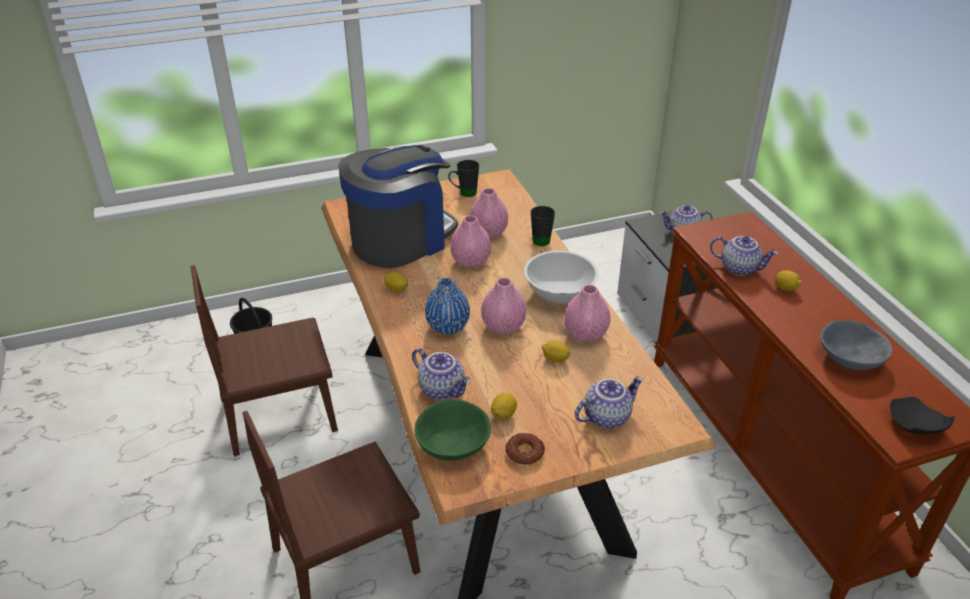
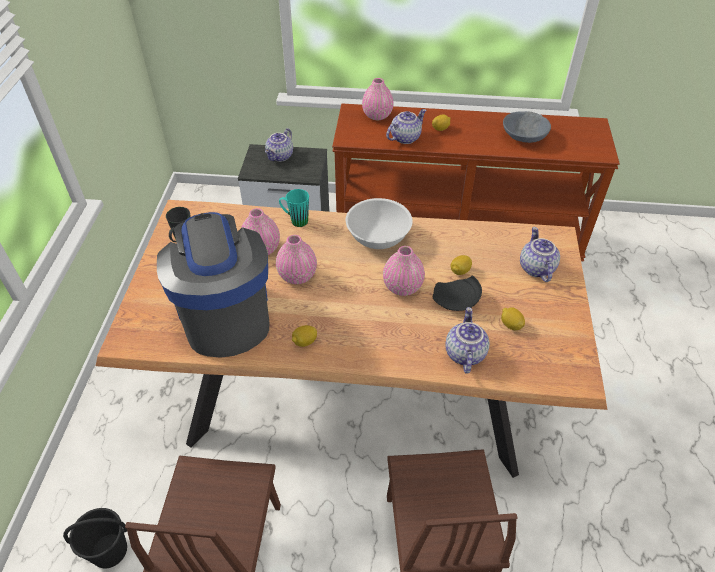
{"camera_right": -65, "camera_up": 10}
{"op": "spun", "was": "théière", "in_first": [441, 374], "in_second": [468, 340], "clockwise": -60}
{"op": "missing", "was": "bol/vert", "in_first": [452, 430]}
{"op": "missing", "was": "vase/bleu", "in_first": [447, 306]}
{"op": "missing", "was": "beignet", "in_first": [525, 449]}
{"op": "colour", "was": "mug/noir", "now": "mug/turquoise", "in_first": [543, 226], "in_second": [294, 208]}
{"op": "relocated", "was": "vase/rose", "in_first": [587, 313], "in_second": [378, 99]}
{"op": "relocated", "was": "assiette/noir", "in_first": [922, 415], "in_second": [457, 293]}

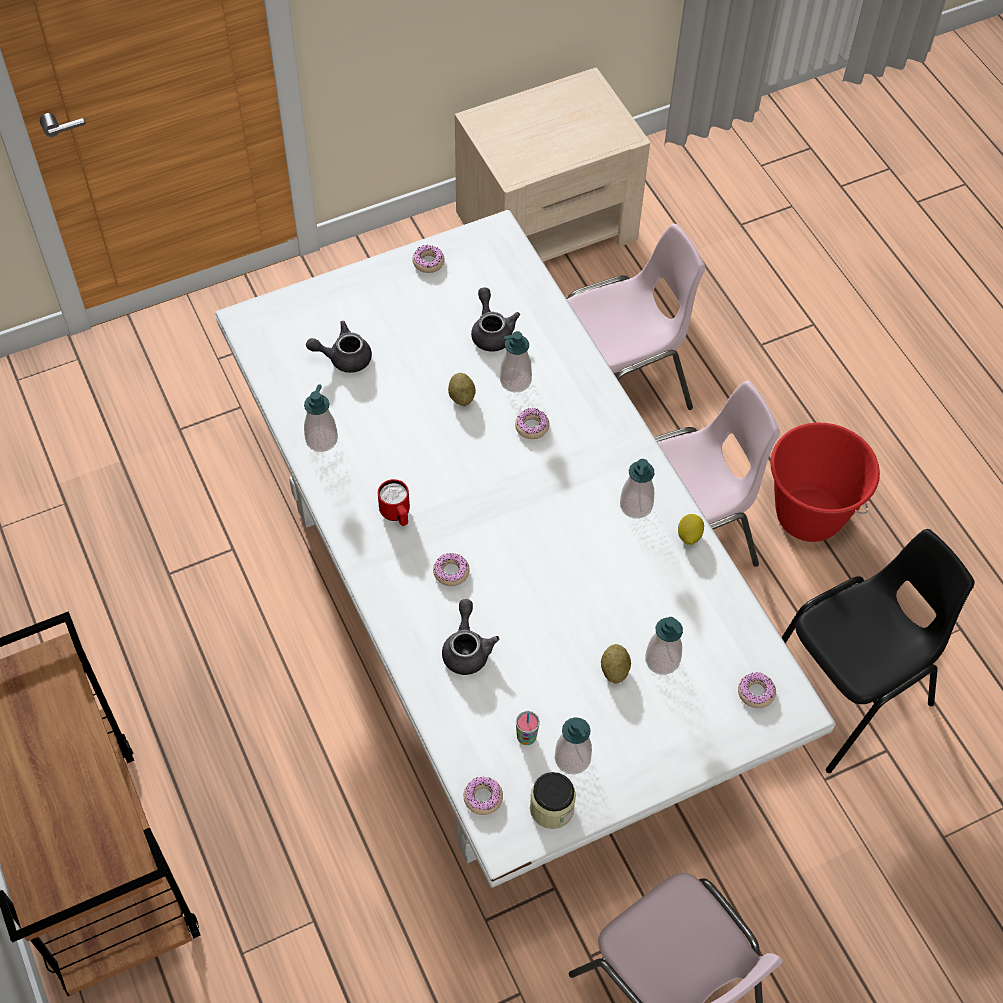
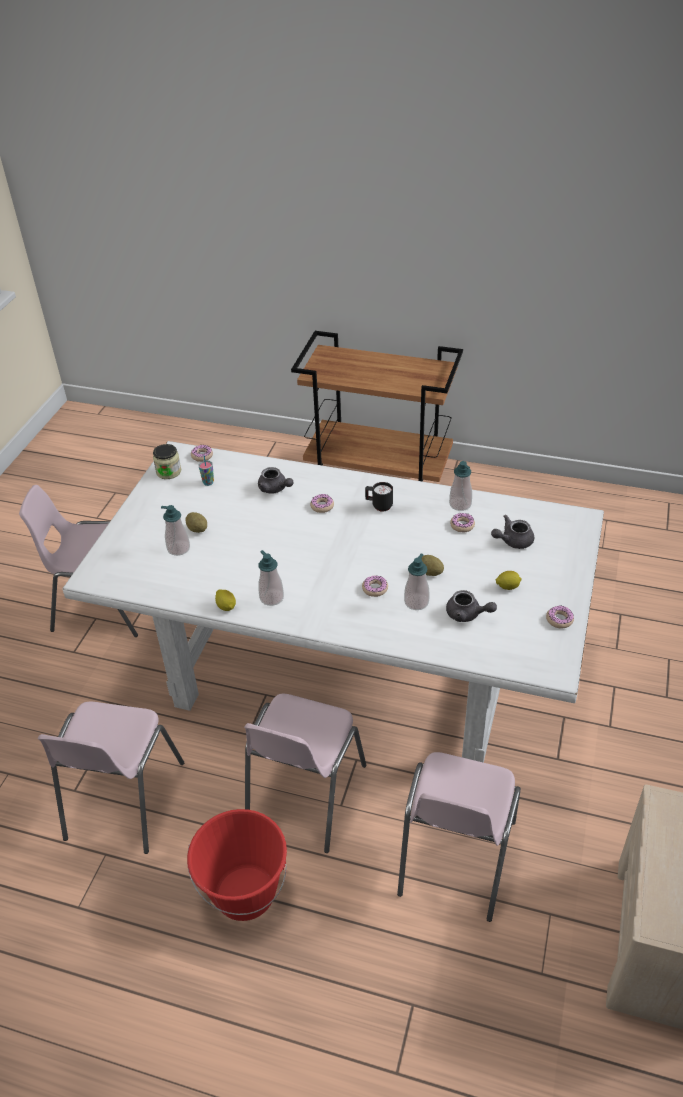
{"camera_right": 135, "camera_up": -15}
{"op": "spun", "was": "théière/gris", "in_first": [339, 347], "in_second": [512, 532], "clockwise": -150}
{"op": "colour", "was": "mug/rouge", "now": "mug/noir", "in_first": [394, 502], "in_second": [379, 497]}
{"op": "missing", "was": "distributeur de savon", "in_first": [573, 746]}
{"op": "relocated", "was": "beignet", "in_first": [757, 690], "in_second": [462, 522]}
{"op": "colour", "was": "chaise/noir", "now": "chaise/rose", "in_first": [878, 651], "in_second": [111, 778]}
{"op": "appeared", "now": "citron", "in_second": [509, 580]}

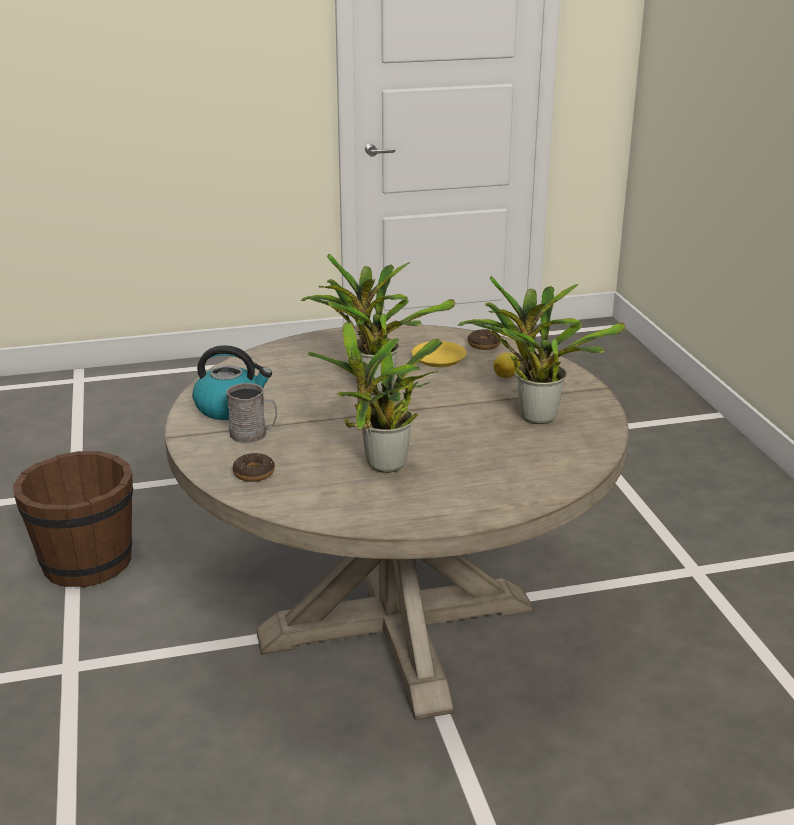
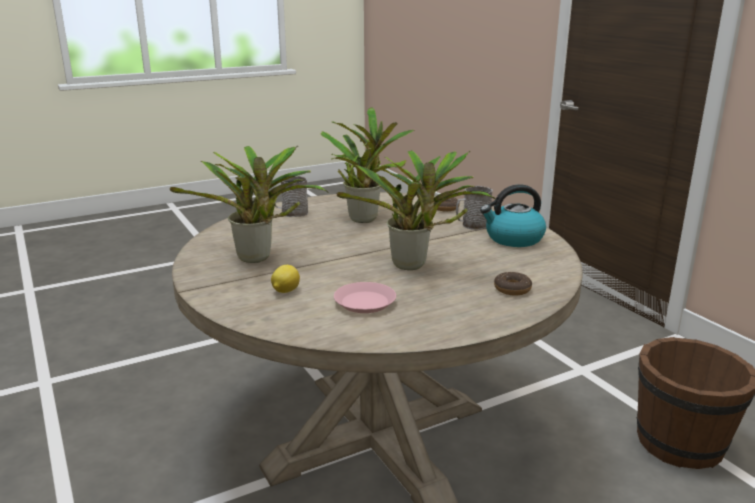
{"camera_right": 165, "camera_up": -5}
{"op": "colour", "was": "assiette/jaune", "now": "assiette/rose", "in_first": [439, 354], "in_second": [365, 297]}
{"op": "relocated", "was": "beignet", "in_first": [484, 339], "in_second": [513, 283]}
{"op": "appeared", "now": "mug/gris", "in_second": [291, 196]}

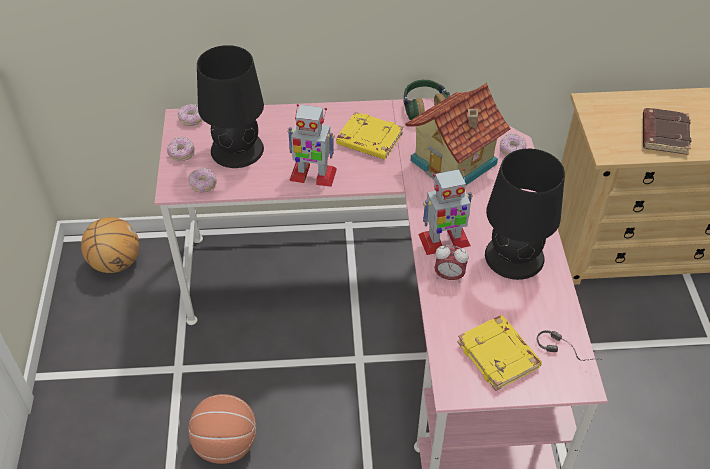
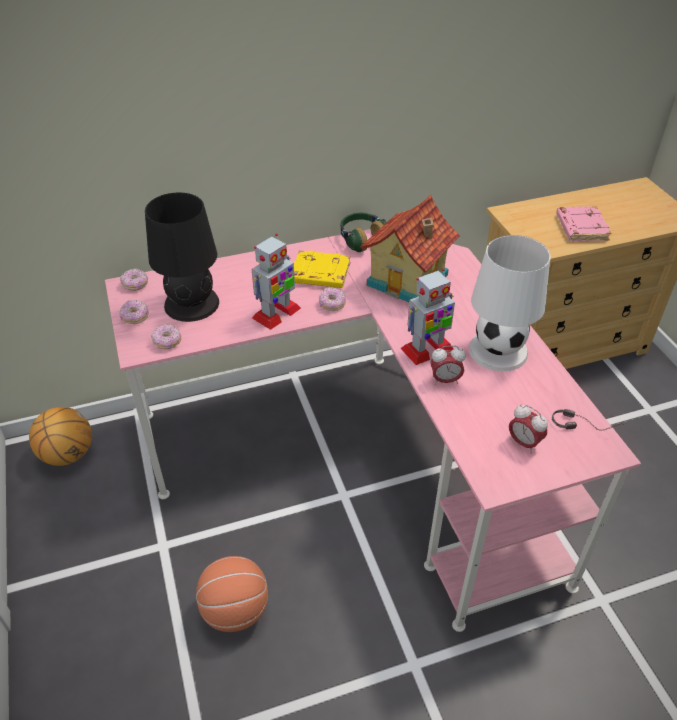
{"camera_right": -15, "camera_up": -5}
{"op": "spun", "was": "robot jouet", "in_first": [312, 145], "in_second": [276, 282], "clockwise": -45}
{"op": "exchanged", "was": "livre/jaune", "now": "réveil", "in_first": [499, 353], "in_second": [528, 429]}
{"op": "colour", "was": "lampe de table/noir", "now": "lampe de table/blanc", "in_first": [525, 214], "in_second": [510, 303]}
{"op": "relocated", "was": "beignet", "in_first": [513, 145], "in_second": [332, 299]}
{"op": "colour", "was": "livre/marron", "now": "livre/rose", "in_first": [667, 131], "in_second": [584, 223]}

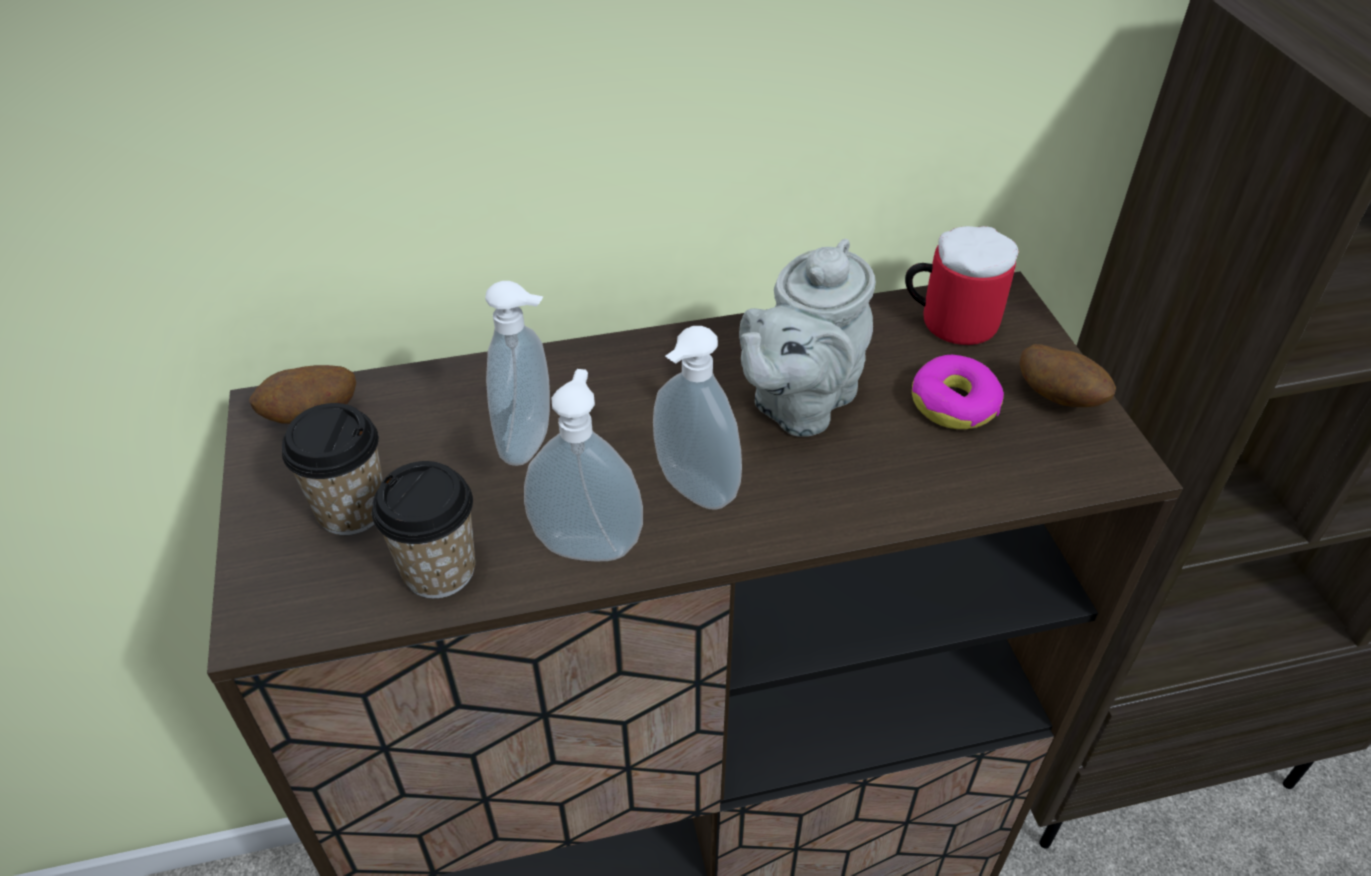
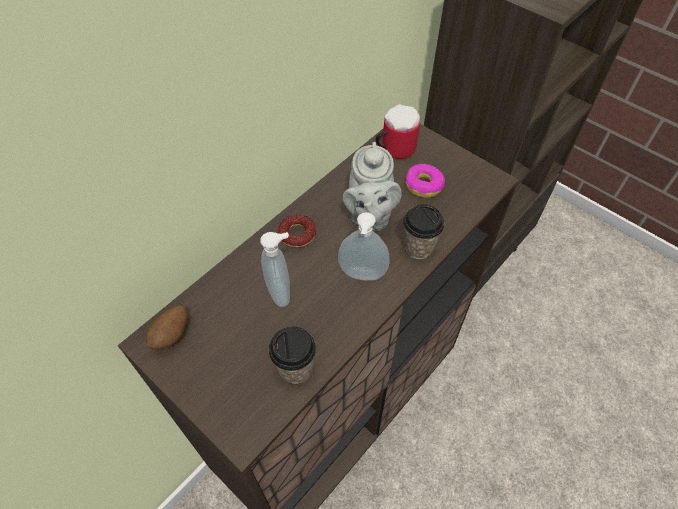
{"camera_right": -35, "camera_up": 10}
{"op": "relocated", "was": "tasse", "in_first": [332, 469], "in_second": [423, 231]}
{"op": "missing", "was": "distributeur de savon", "in_first": [583, 465]}
{"op": "missing", "was": "pomme de terre", "in_first": [1068, 375]}
{"op": "appeared", "now": "beignet", "in_second": [297, 231]}

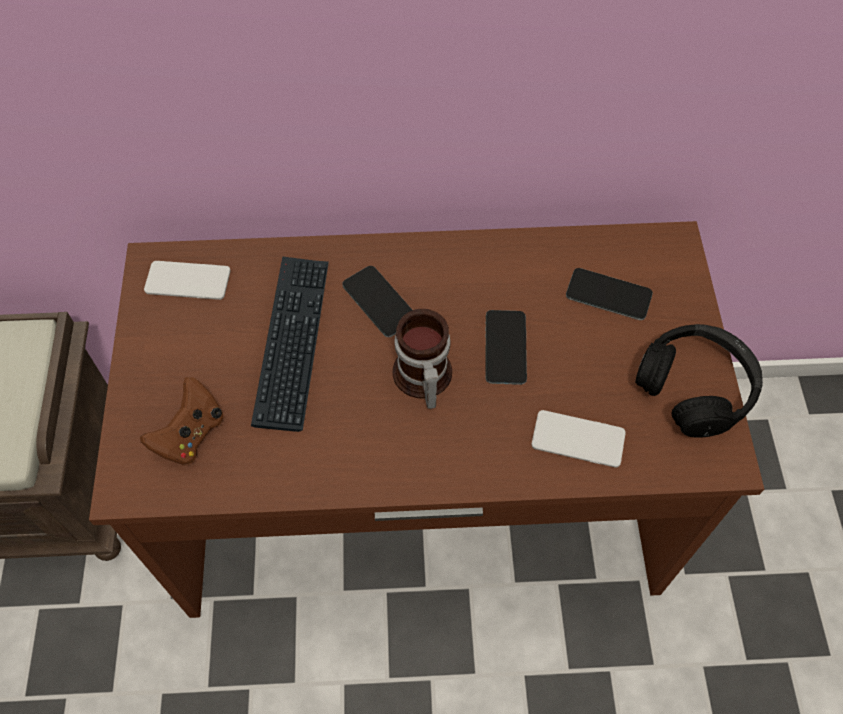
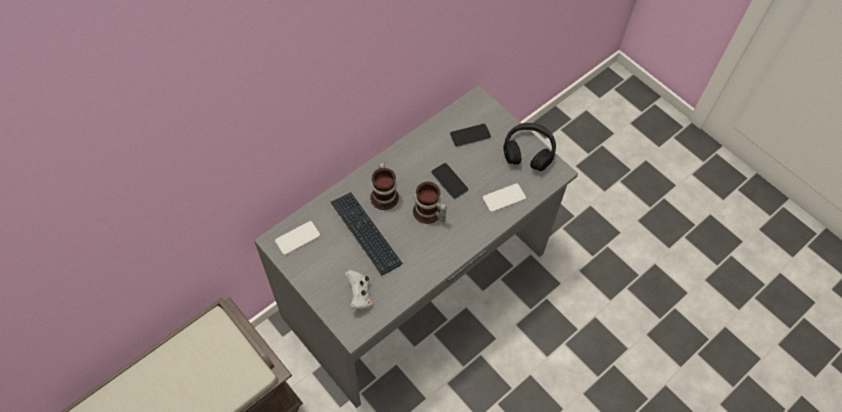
{"camera_right": -40, "camera_up": 0}
{"op": "colour", "was": "bureau/marron", "now": "bureau/gris", "in_first": [426, 419], "in_second": [416, 246]}
{"op": "colour", "was": "manette/marron", "now": "manette/blanc", "in_first": [182, 421], "in_second": [358, 289]}
{"op": "exchanged", "was": "téléphone", "now": "mug", "in_first": [377, 301], "in_second": [384, 186]}

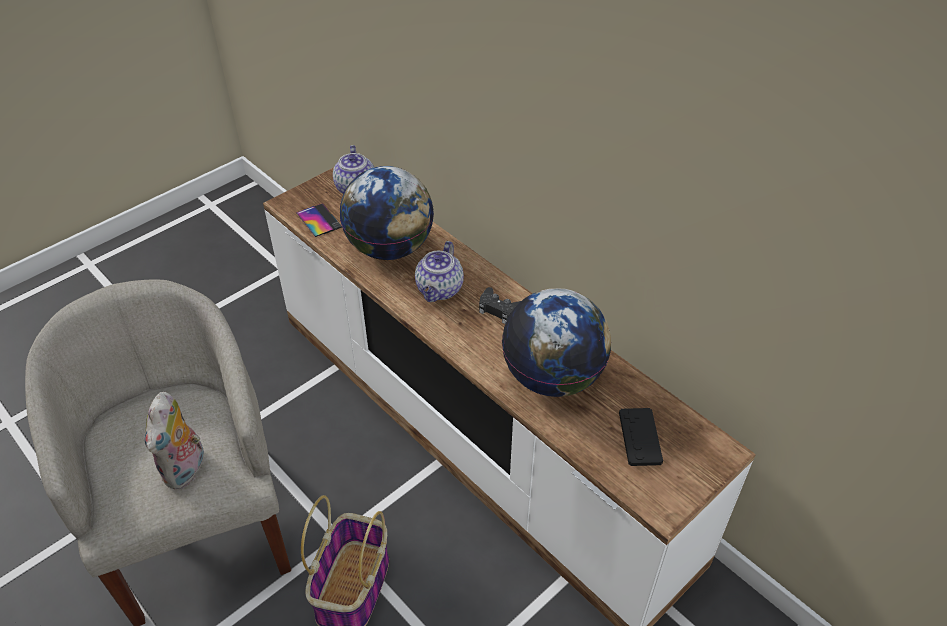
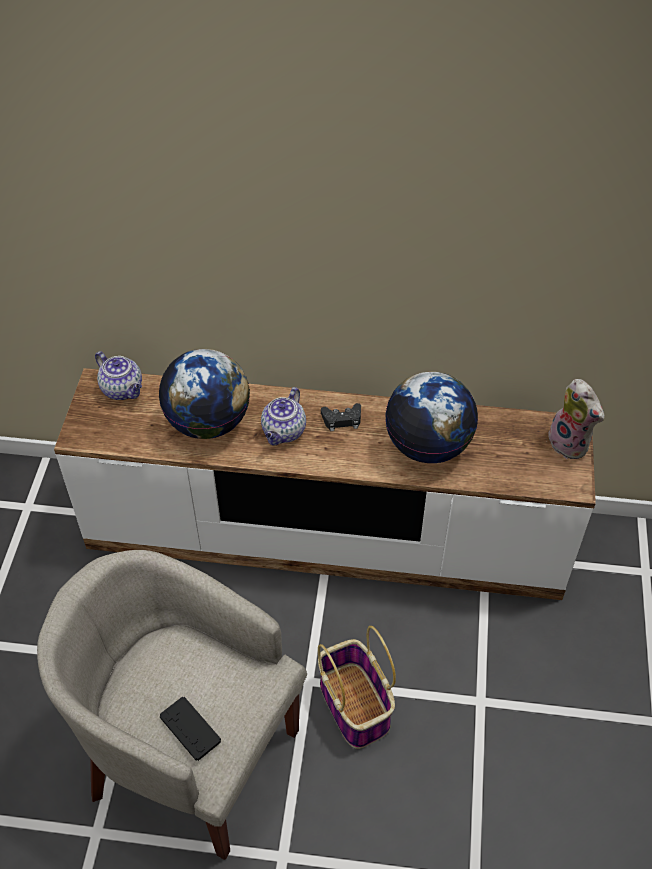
{"camera_right": -40, "camera_up": 5}
{"op": "relocated", "was": "peluche", "in_first": [175, 440], "in_second": [576, 419]}
{"op": "missing", "was": "téléphone", "in_first": [319, 220]}
{"op": "spun", "was": "théière", "in_first": [439, 271], "in_second": [283, 416], "clockwise": 45}
{"op": "relocated", "was": "manette/noir", "in_first": [641, 437], "in_second": [190, 729]}

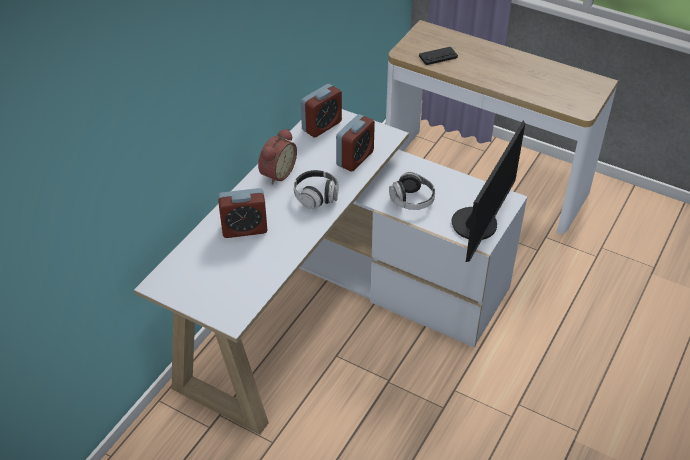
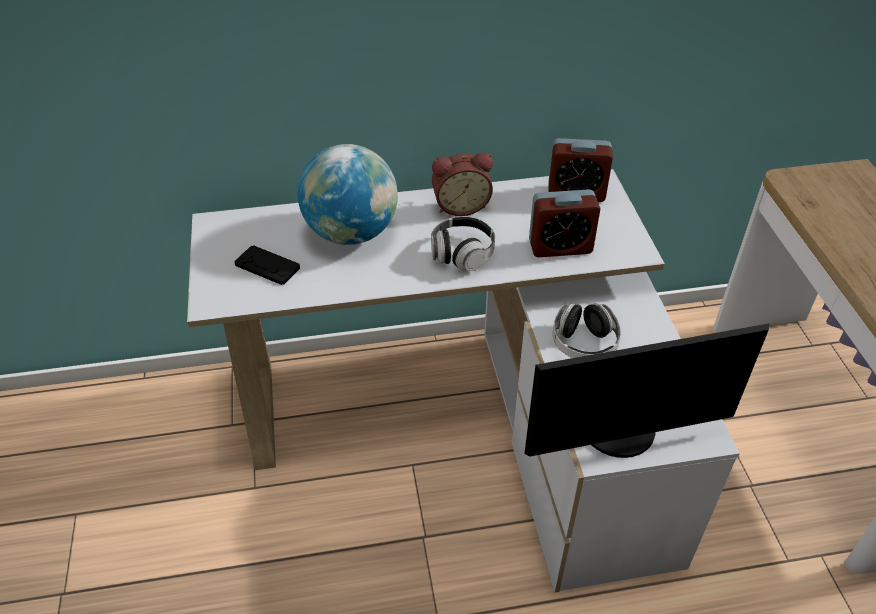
{"camera_right": 50, "camera_up": 0}
{"op": "exchanged", "was": "réveil", "now": "globe", "in_first": [242, 213], "in_second": [348, 194]}
{"op": "relocated", "was": "manette/noir", "in_first": [438, 56], "in_second": [267, 265]}

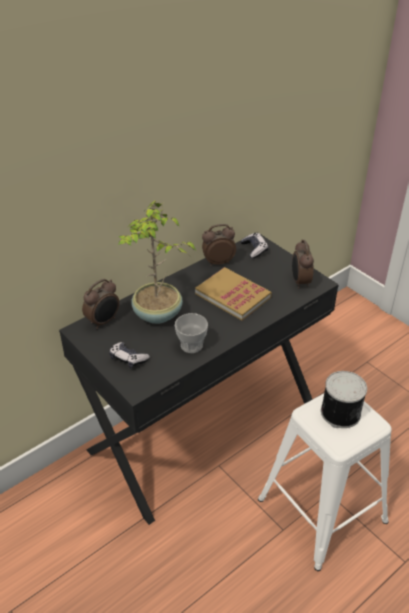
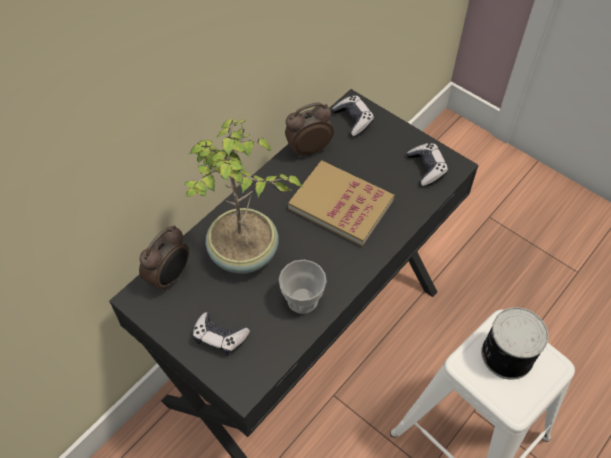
{"camera_right": -10, "camera_up": 15}
{"op": "exchanged", "was": "réveil", "now": "manette", "in_first": [303, 264], "in_second": [427, 164]}

